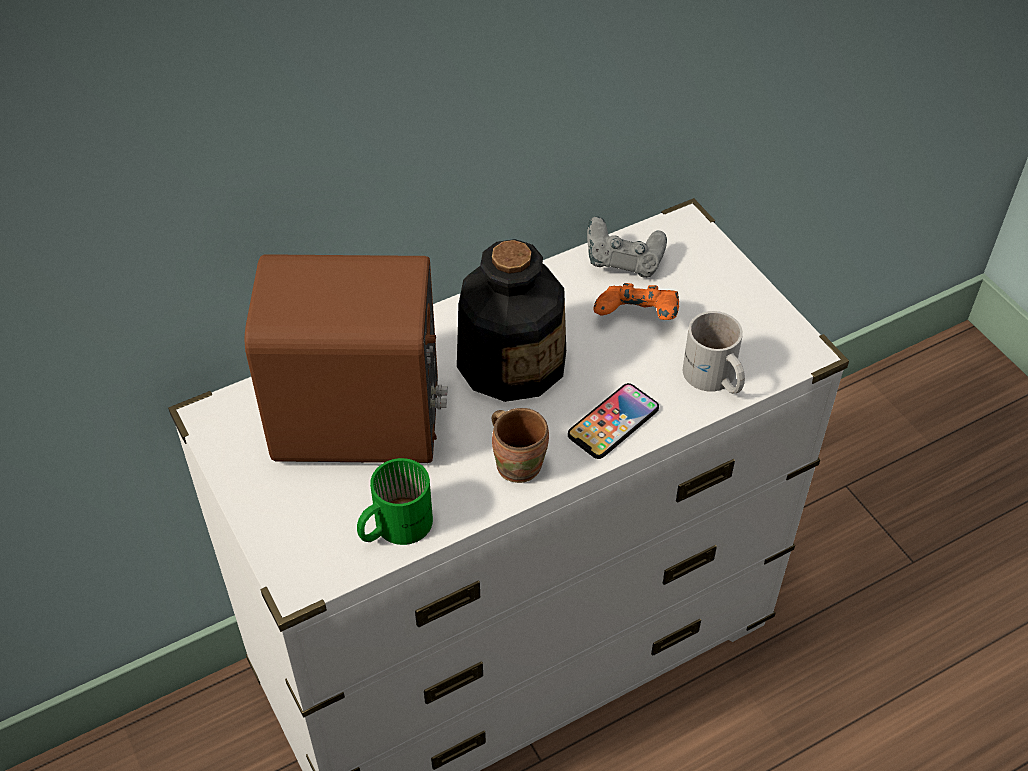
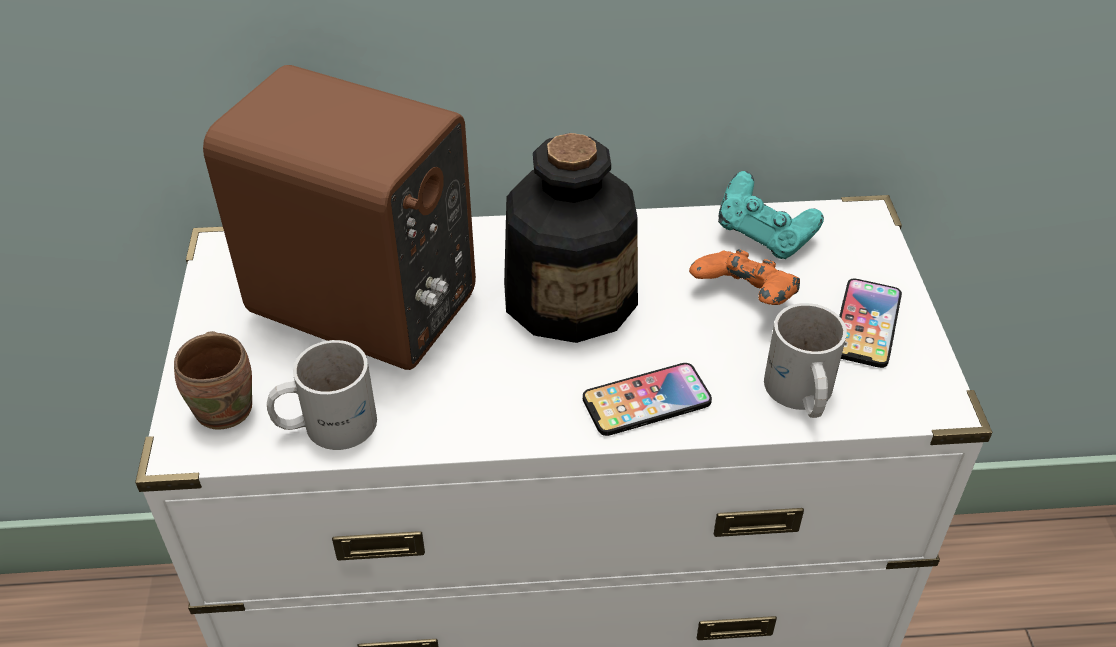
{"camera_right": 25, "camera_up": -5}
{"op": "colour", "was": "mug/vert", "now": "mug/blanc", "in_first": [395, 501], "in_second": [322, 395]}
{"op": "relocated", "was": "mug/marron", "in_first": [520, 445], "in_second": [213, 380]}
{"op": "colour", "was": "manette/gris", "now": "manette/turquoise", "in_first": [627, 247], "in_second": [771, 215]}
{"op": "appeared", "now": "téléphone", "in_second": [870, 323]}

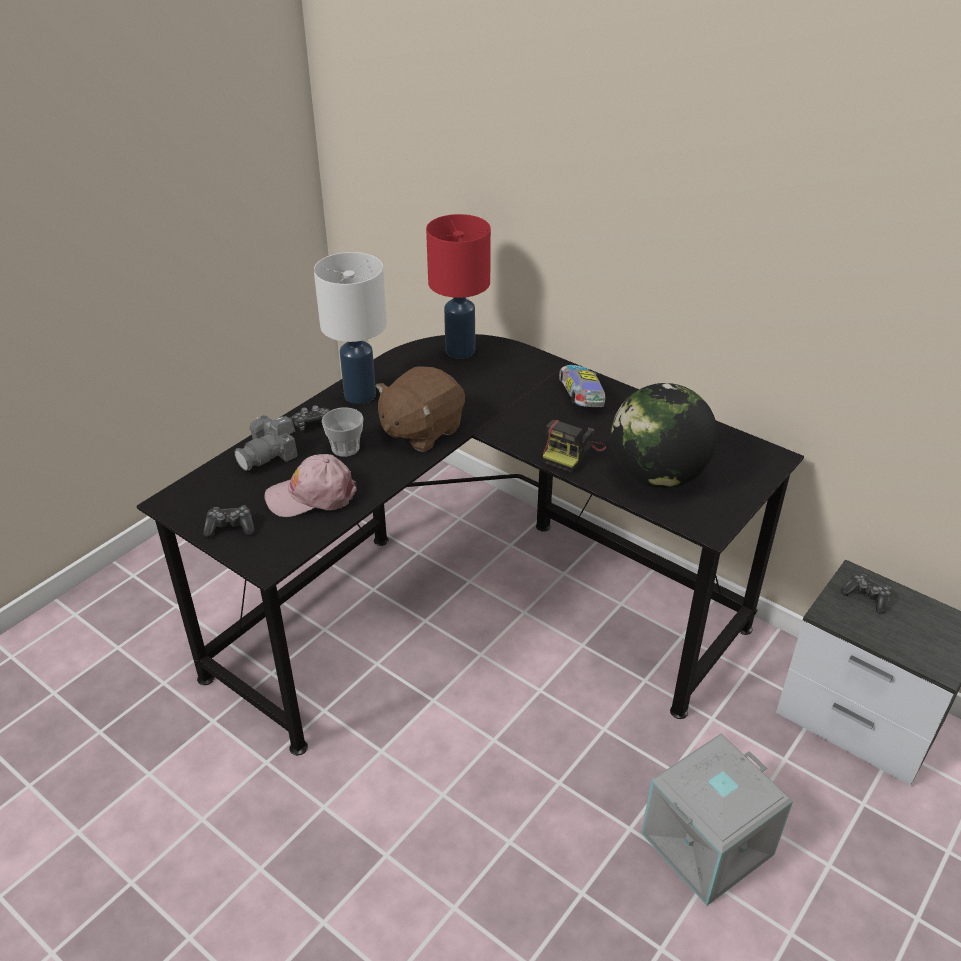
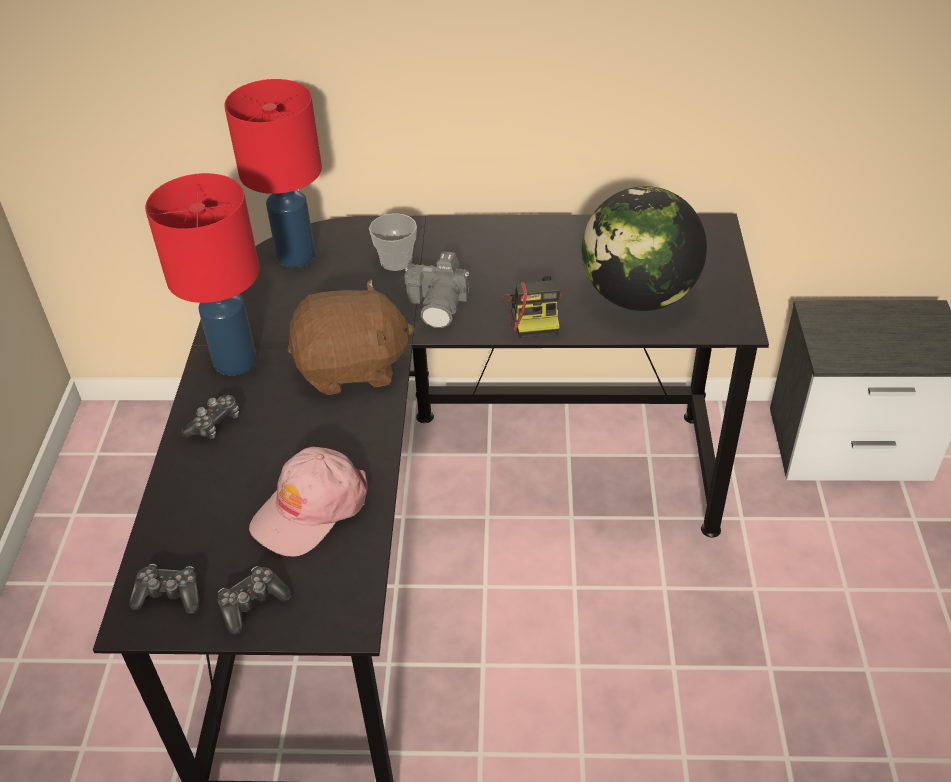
{"camera_right": -35, "camera_up": 5}
{"op": "relocated", "was": "appareil photo", "in_first": [266, 443], "in_second": [437, 289]}
{"op": "colour", "was": "lampe de table/blanc", "now": "lampe de table/rouge", "in_first": [350, 328], "in_second": [202, 274]}
{"op": "relocated", "was": "tasse", "in_first": [342, 432], "in_second": [393, 242]}
{"op": "spun", "was": "peluche/marron", "in_first": [420, 409], "in_second": [351, 337], "clockwise": -105}
{"op": "missing", "was": "petite voiture", "in_first": [582, 386]}
{"op": "missing", "was": "boîte de rangement/gris", "in_first": [717, 820]}
{"op": "relocated", "was": "manette", "in_first": [866, 594], "in_second": [164, 589]}

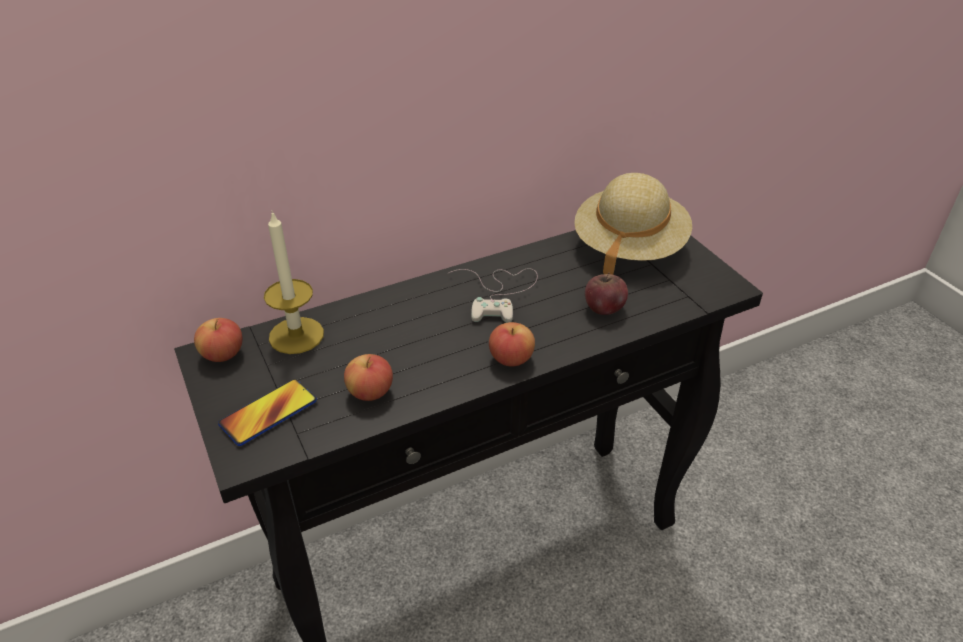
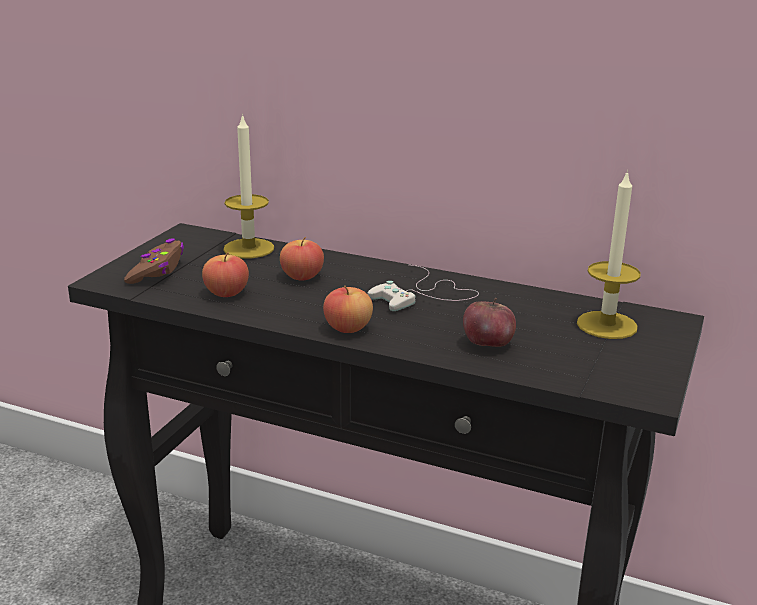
{"camera_right": 50, "camera_up": -15}
{"op": "relocated", "was": "pomme", "in_first": [218, 340], "in_second": [302, 258]}
{"op": "exchanged", "was": "téléphone", "now": "manette/marron", "in_first": [267, 412], "in_second": [154, 261]}
{"op": "exchanged", "was": "chapeau/beige", "now": "bougie", "in_first": [633, 224], "in_second": [609, 254]}

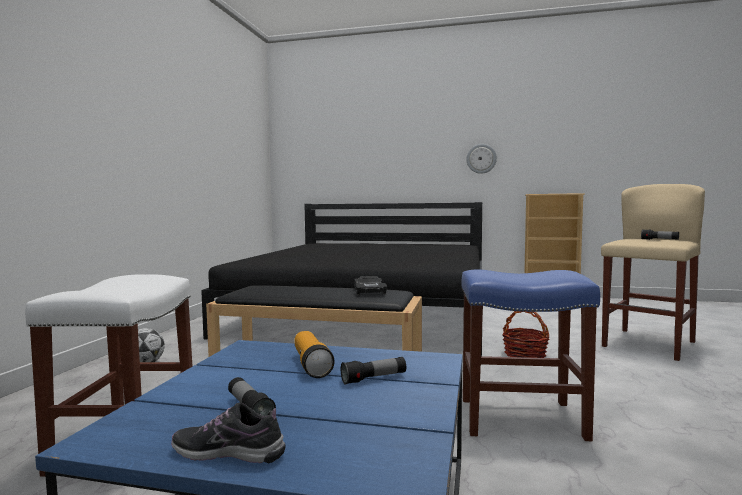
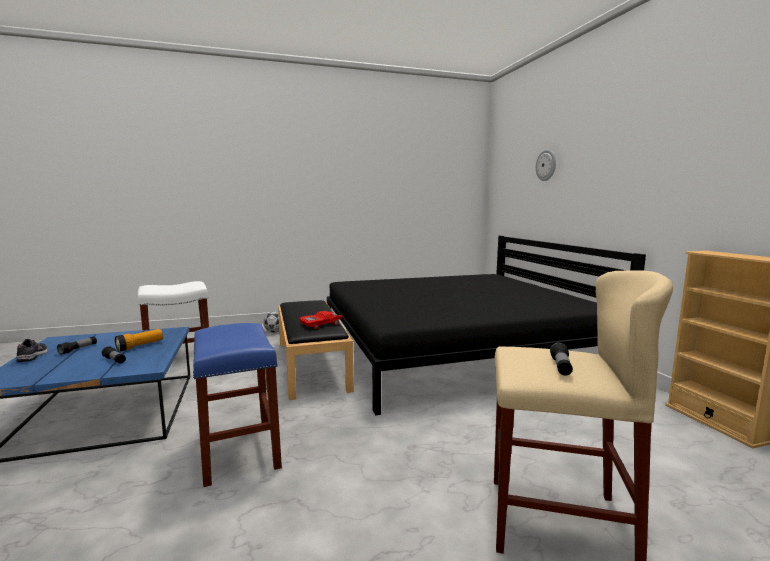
{"camera_right": 60, "camera_up": 5}
{"op": "colour", "was": "petite voiture/noir", "now": "petite voiture/rouge", "in_first": [370, 285], "in_second": [321, 320]}
{"op": "relocated", "was": "horloge murale", "in_first": [482, 159], "in_second": [546, 165]}
{"op": "missing", "was": "panier", "in_first": [525, 334]}

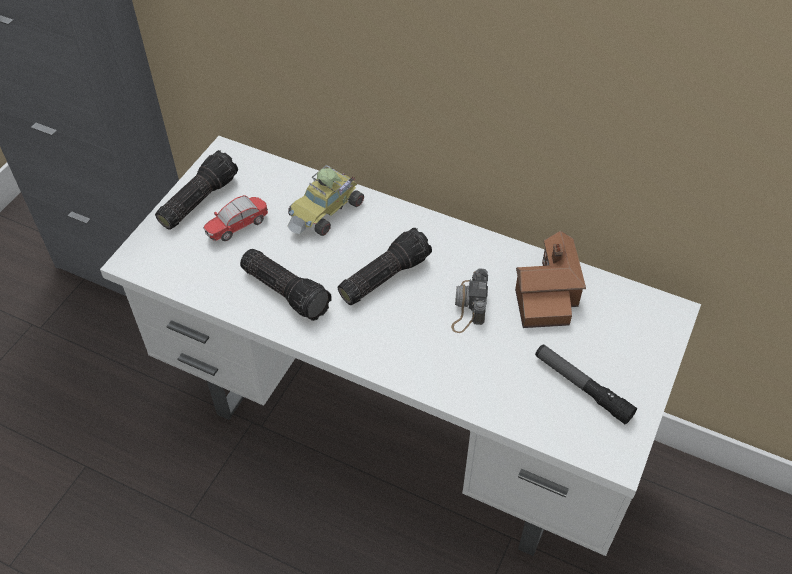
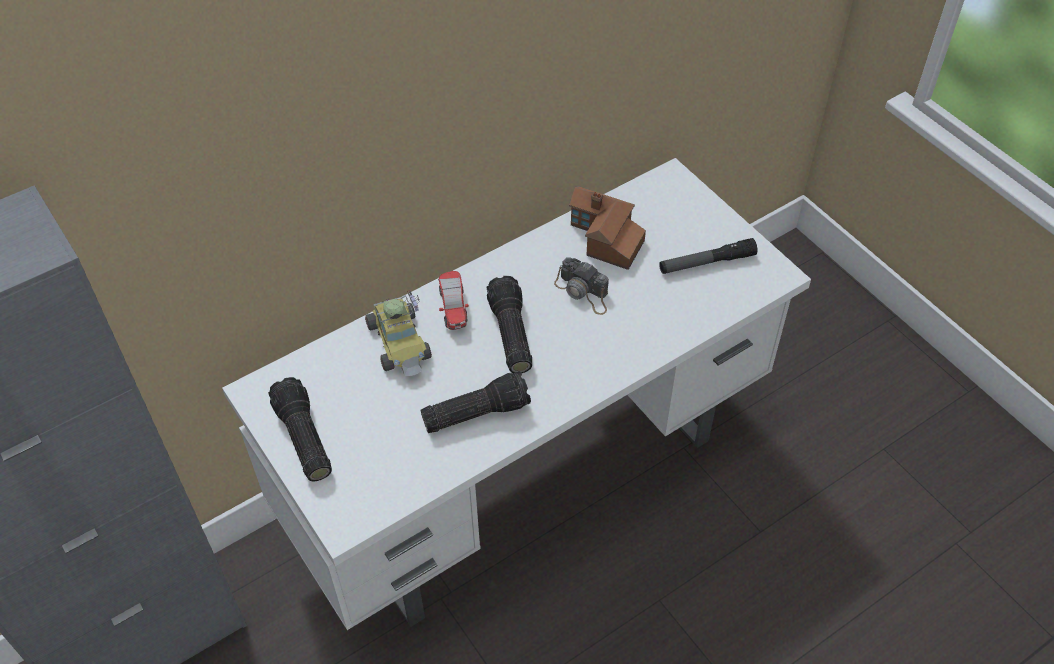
{"camera_right": -60, "camera_up": 0}
{"op": "relocated", "was": "petite voiture", "in_first": [235, 218], "in_second": [453, 300]}

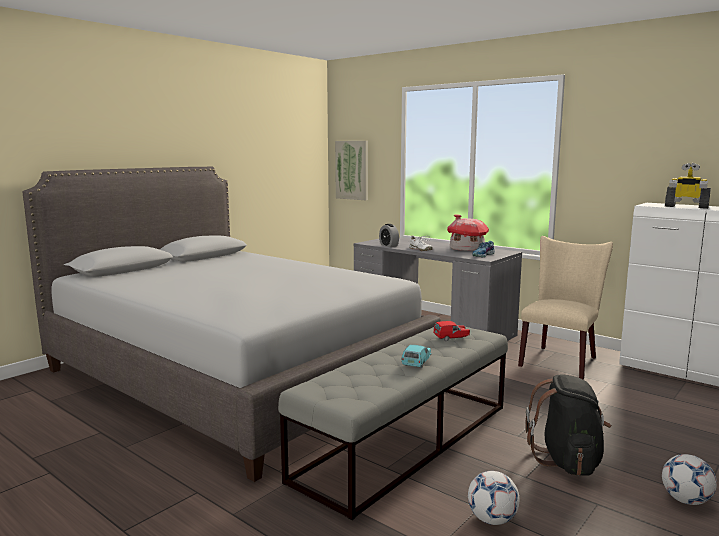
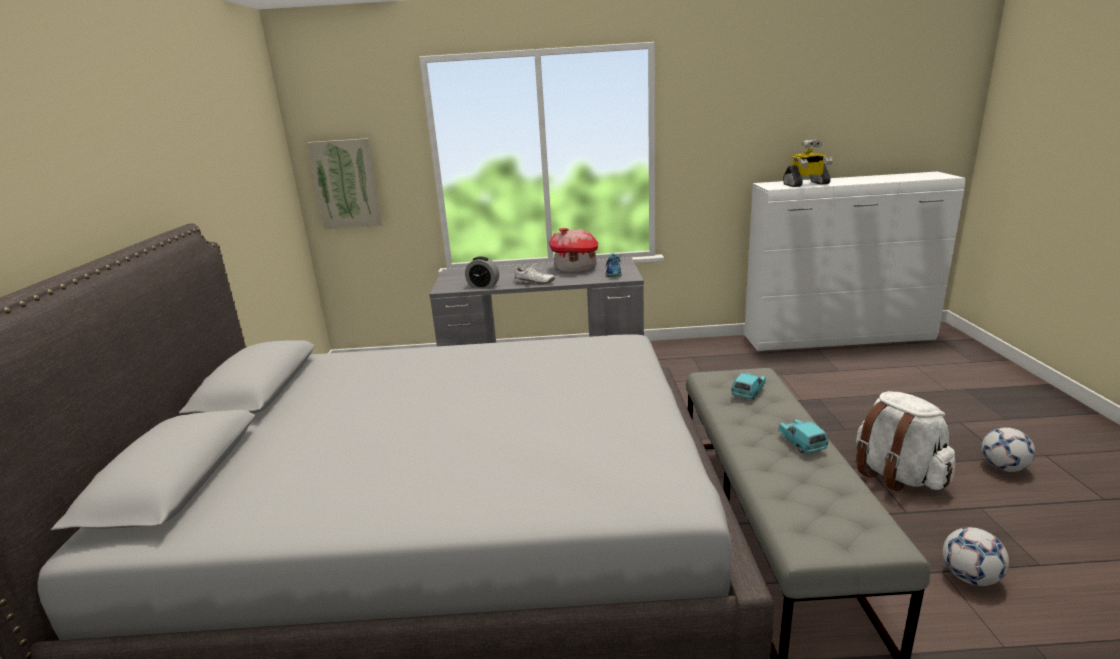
{"camera_right": -40, "camera_up": 10}
{"op": "colour", "was": "petite voiture/rouge", "now": "petite voiture/turquoise", "in_first": [451, 331], "in_second": [748, 386]}
{"op": "missing", "was": "chaise/beige", "in_first": [565, 307]}
{"op": "colour", "was": "sac à dos/noir", "now": "sac à dos/blanc", "in_first": [568, 425], "in_second": [905, 441]}

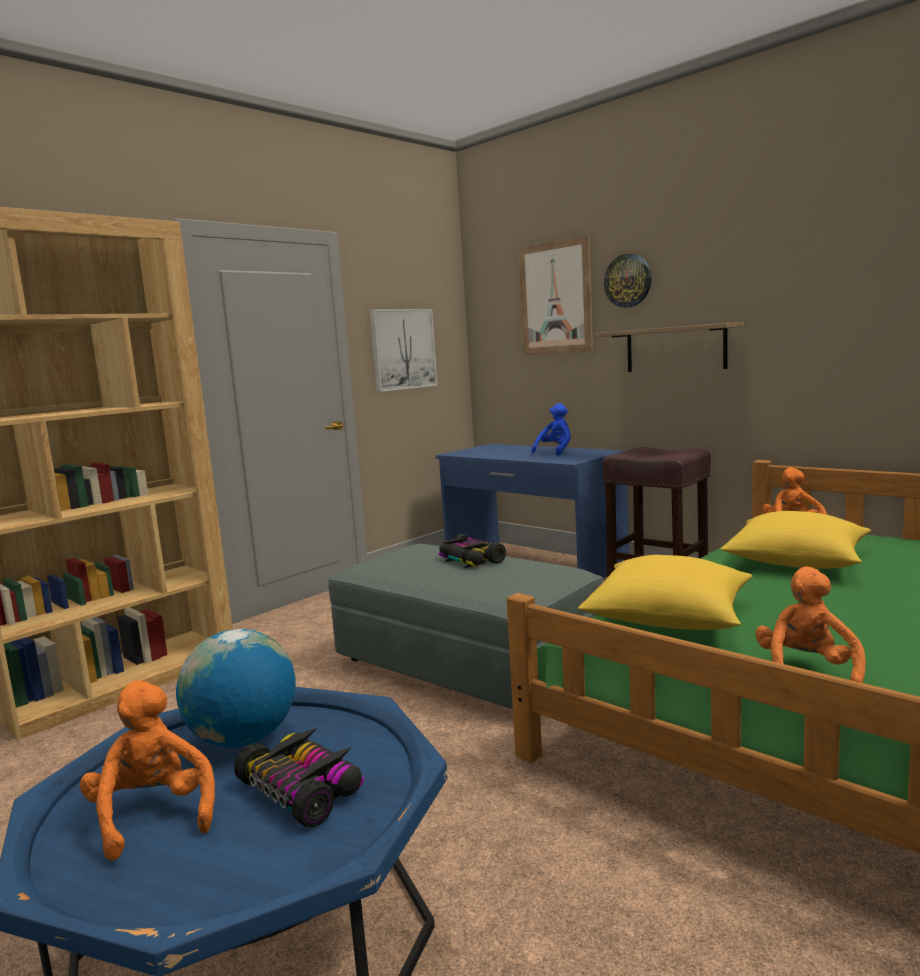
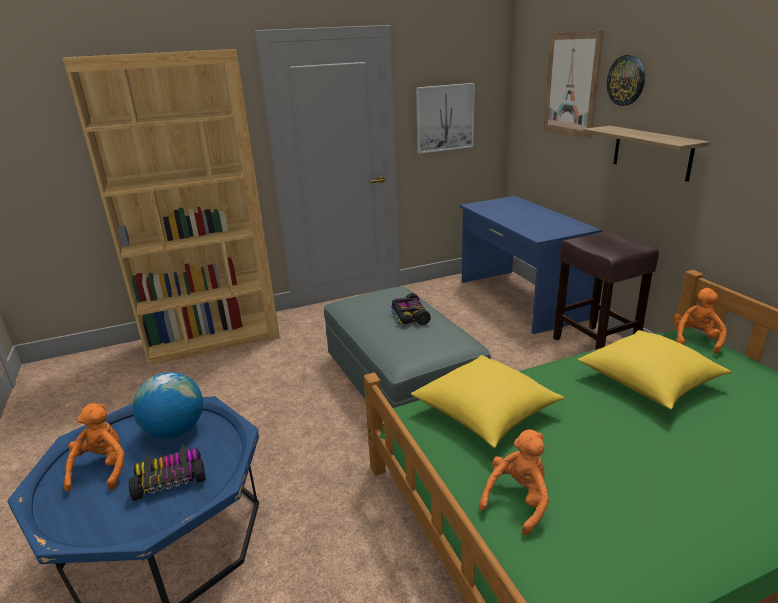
{"camera_right": 25, "camera_up": 15}
{"op": "spun", "was": "petite voiture", "in_first": [299, 778], "in_second": [167, 472], "clockwise": -90}
{"op": "missing", "was": "peluche/bleu", "in_first": [551, 429]}

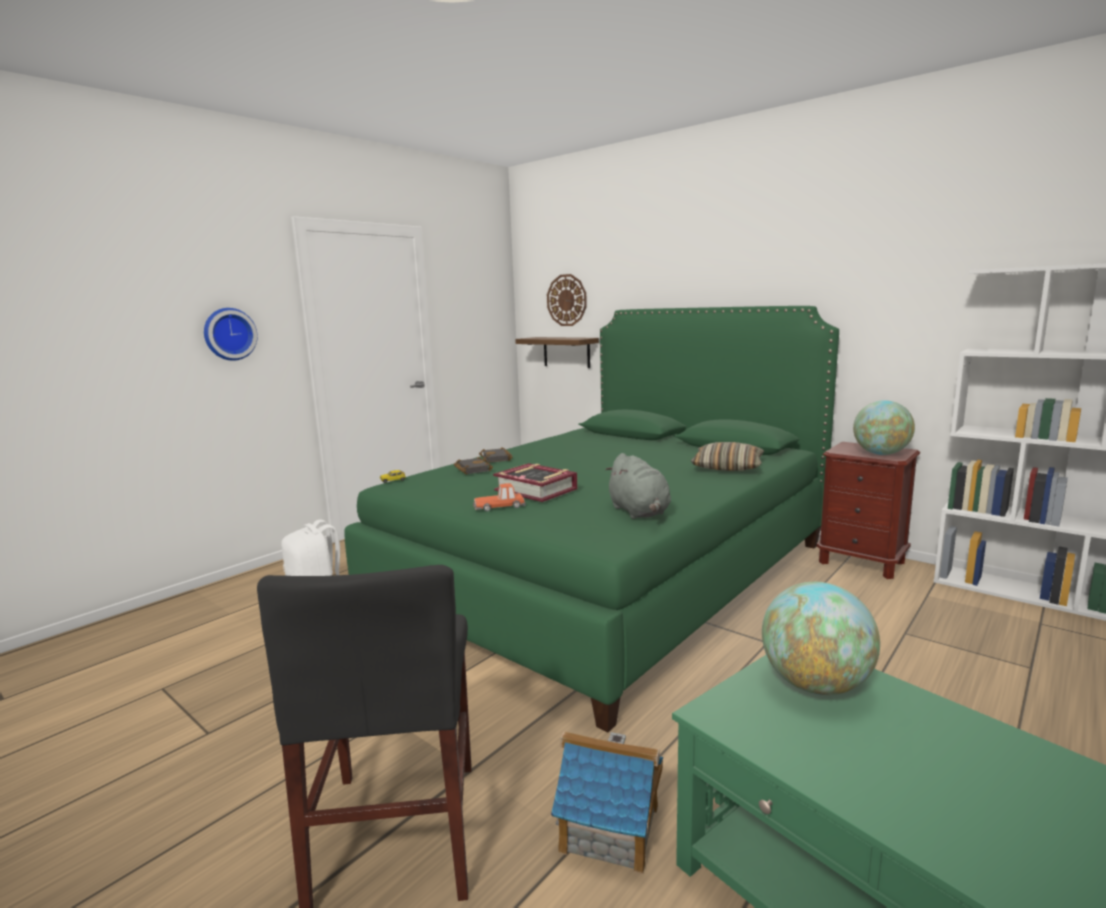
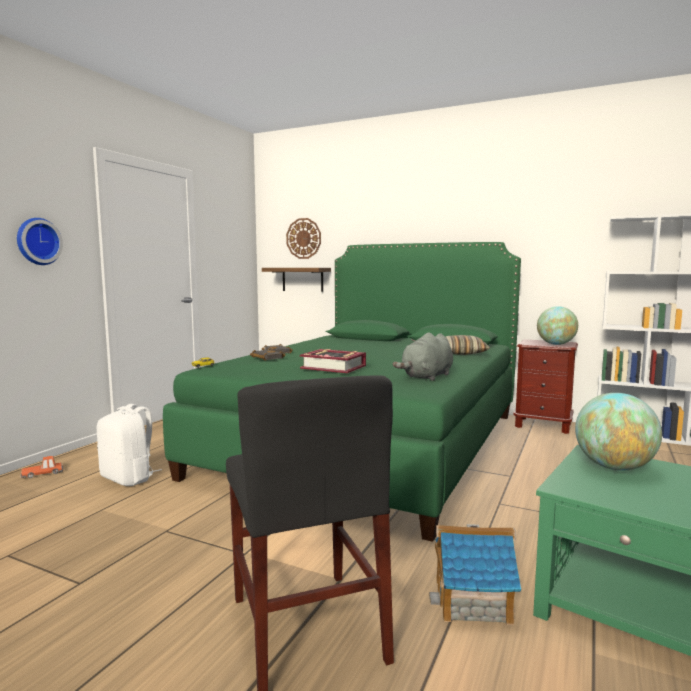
{"camera_right": -15, "camera_up": -5}
{"op": "relocated", "was": "petite voiture", "in_first": [499, 497], "in_second": [41, 467]}
{"op": "spun", "was": "peluche/gris", "in_first": [638, 486], "in_second": [423, 356], "clockwise": 75}

